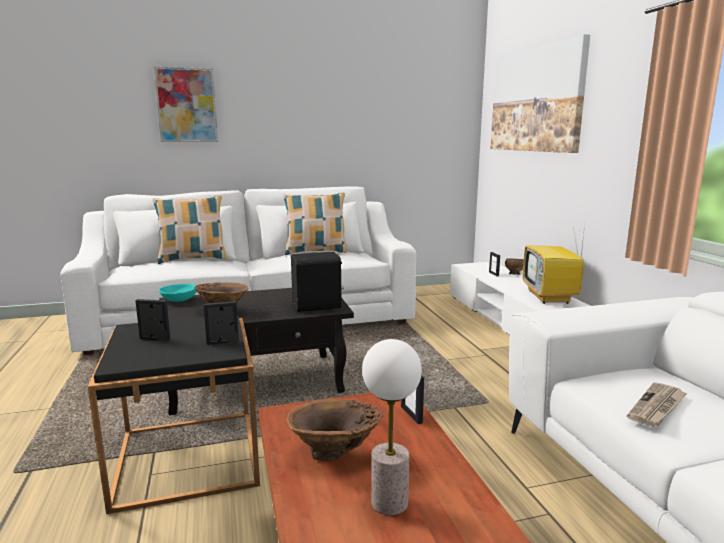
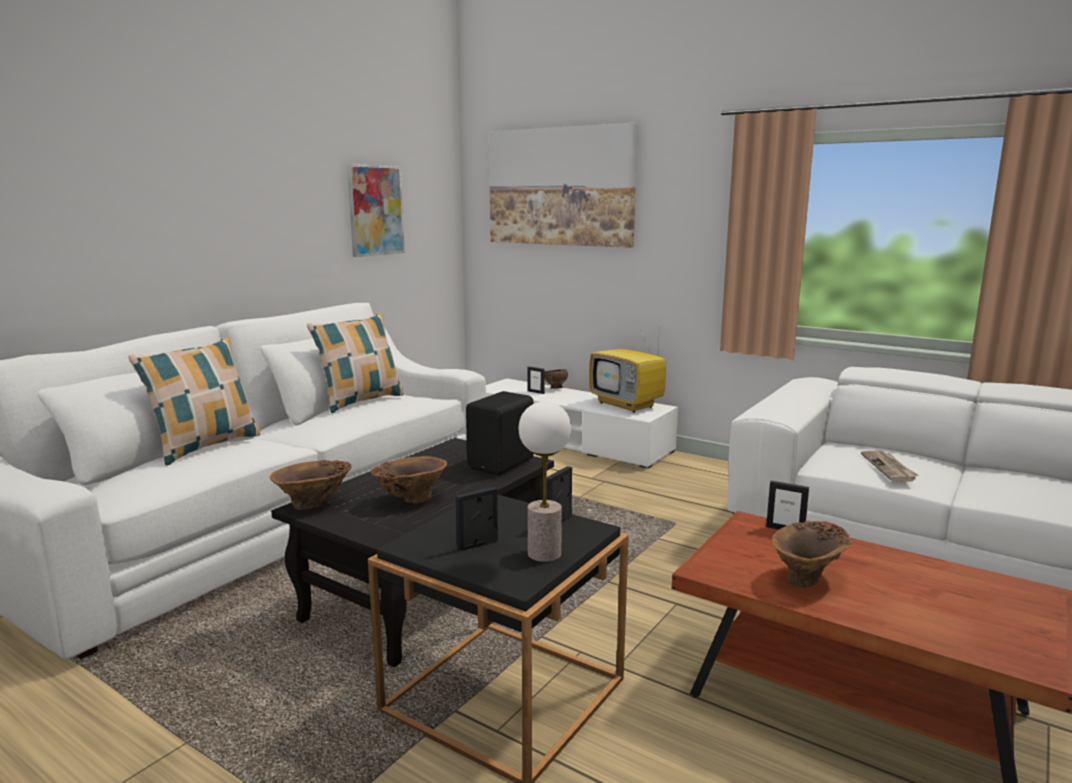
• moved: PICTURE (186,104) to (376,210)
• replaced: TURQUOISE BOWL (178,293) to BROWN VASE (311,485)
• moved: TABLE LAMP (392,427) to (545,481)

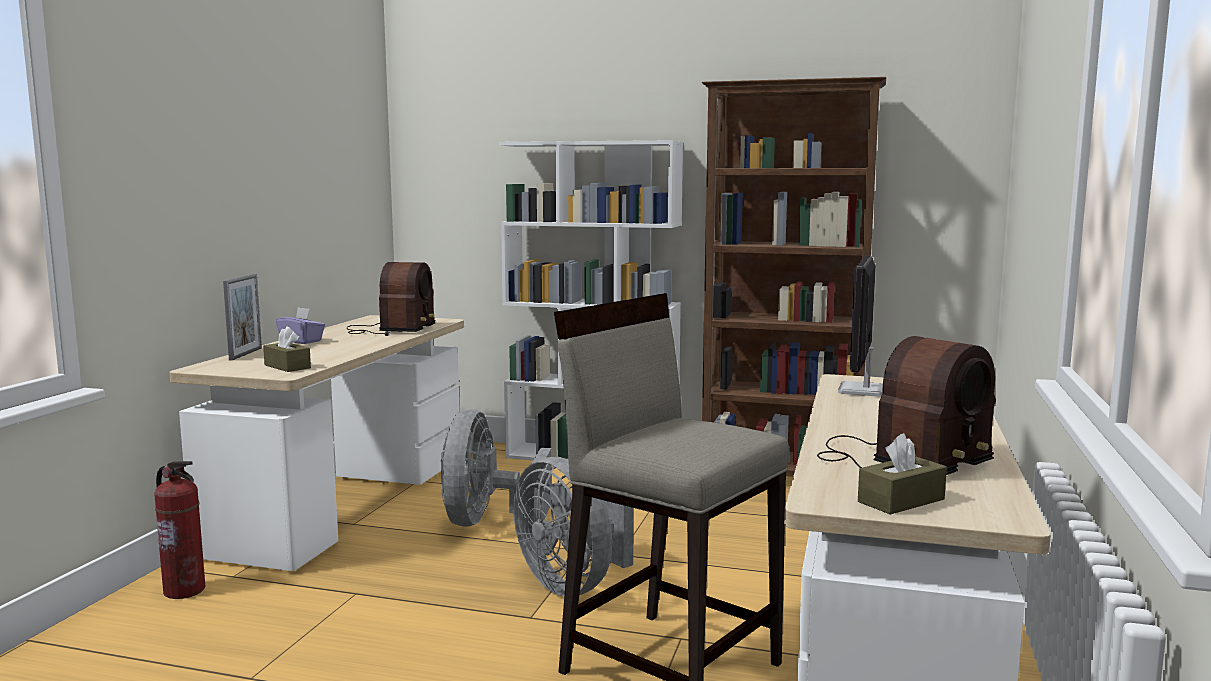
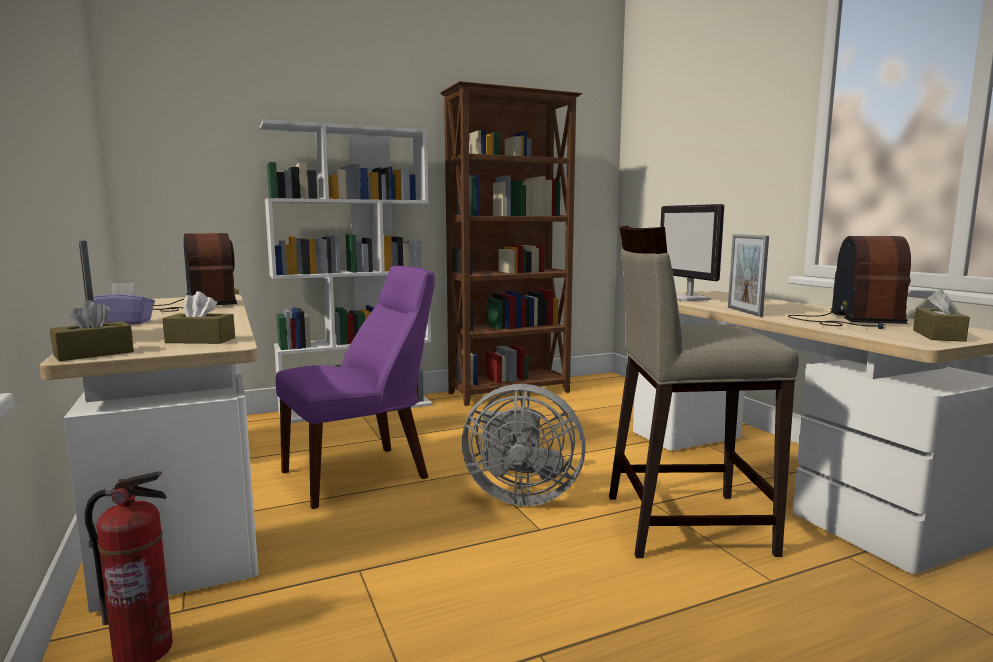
• replaced: GREY FAN (496,468) to PURPLE CHAIR (355,387)
• added: PICTURE FRAME (748,275)
• added: BROWN TISSUE BOX (92,330)

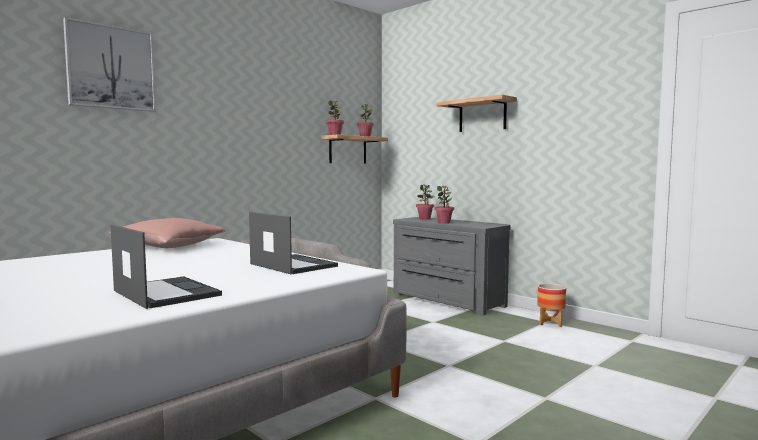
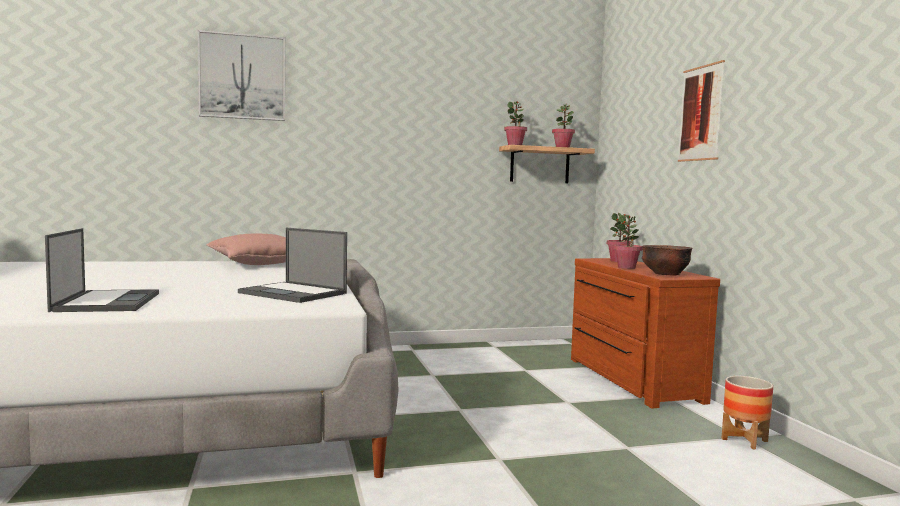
• replaced: SHELF (476,113) to PICTURE (701,111)
• turned: LAPTOP (293,243) = (292,265) 135 degrees clockwise
• recoloured: GREY DRESSER (452,266) to BROWN DRESSER (645,333)
• added: BROWN BOWL (667,260)

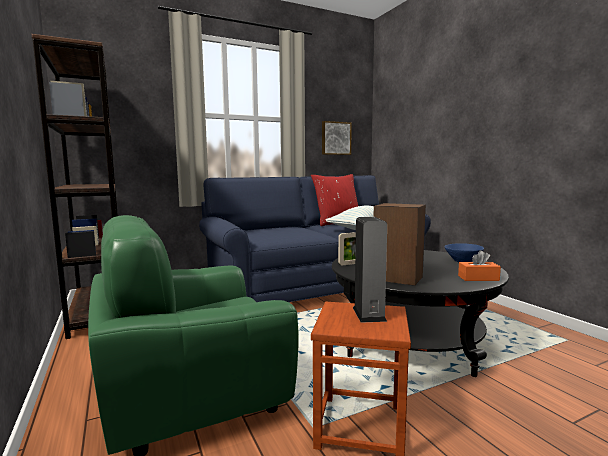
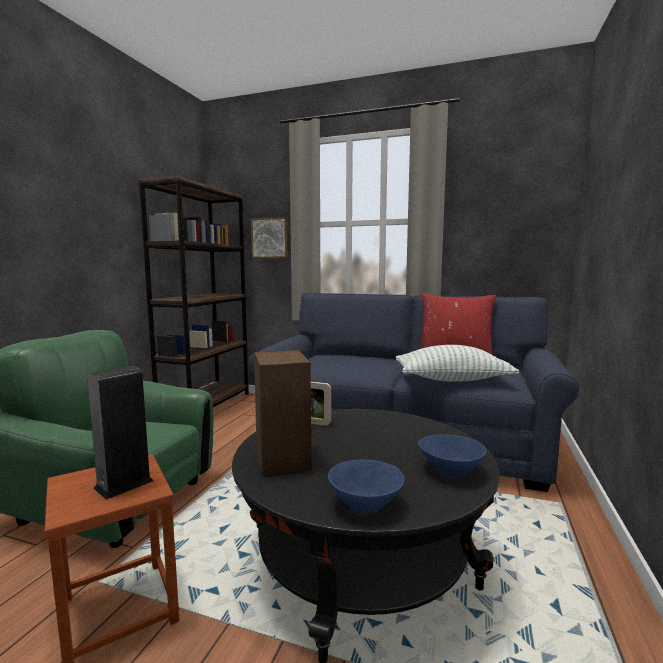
• moved: PICTURE (337,138) to (270,237)
• replaced: ORANGE TISSUE BOX (479,265) to BLUE BOWL (366,486)

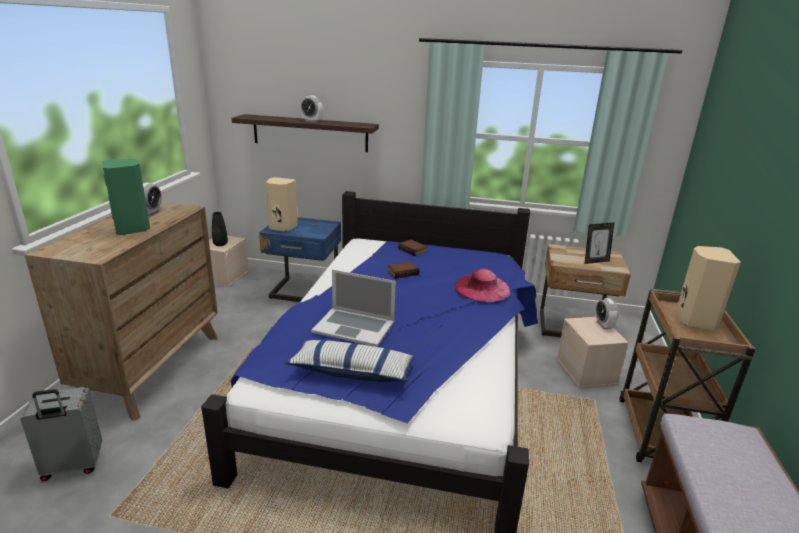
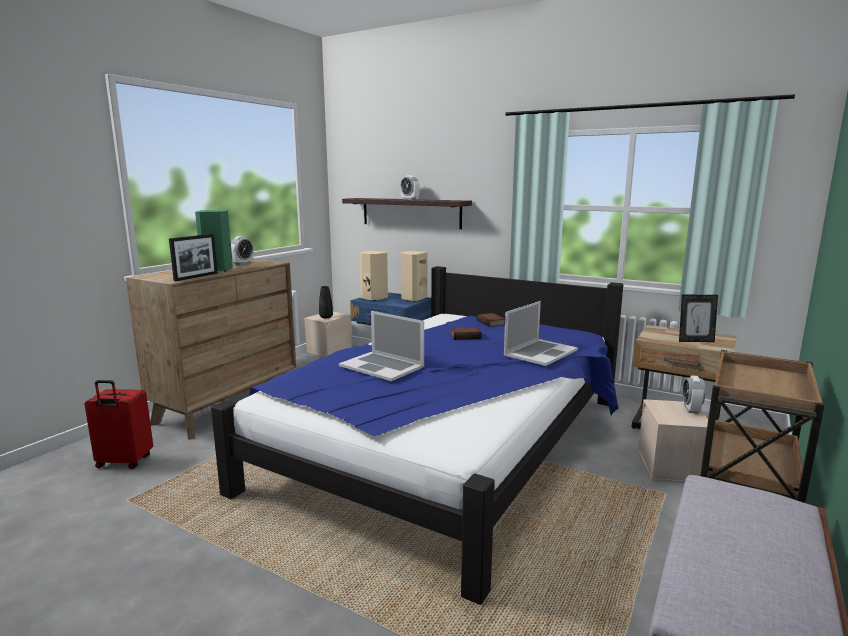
• moved: BEIGE SPEAKER (708,288) to (414,276)
• replaced: PINK HAT (482,285) to LAPTOP (541,333)
• removed: PILLOW (350,361)
• recoloured: GREY SUITCASE (62,434) to RED SUITCASE (118,424)
• added: PICTURE FRAME (193,257)

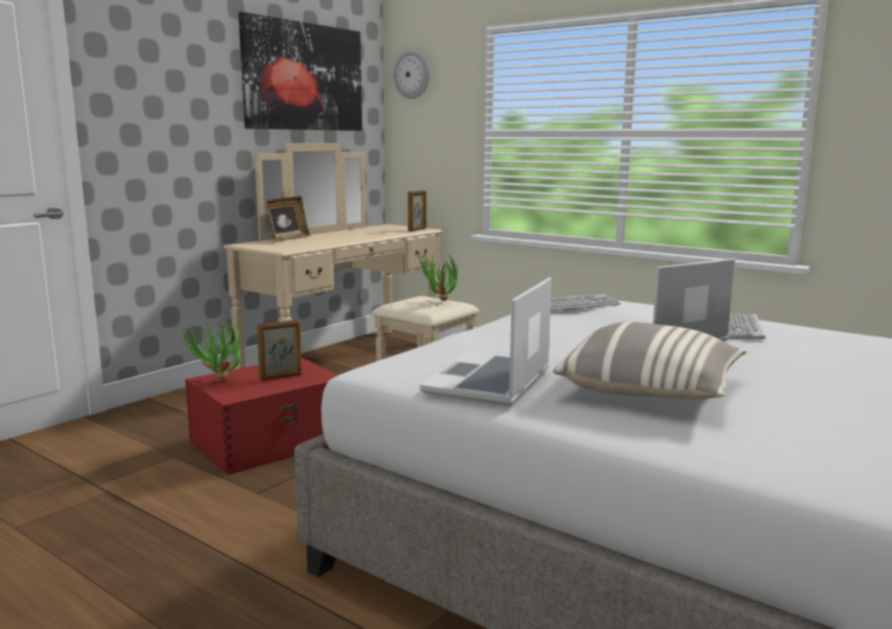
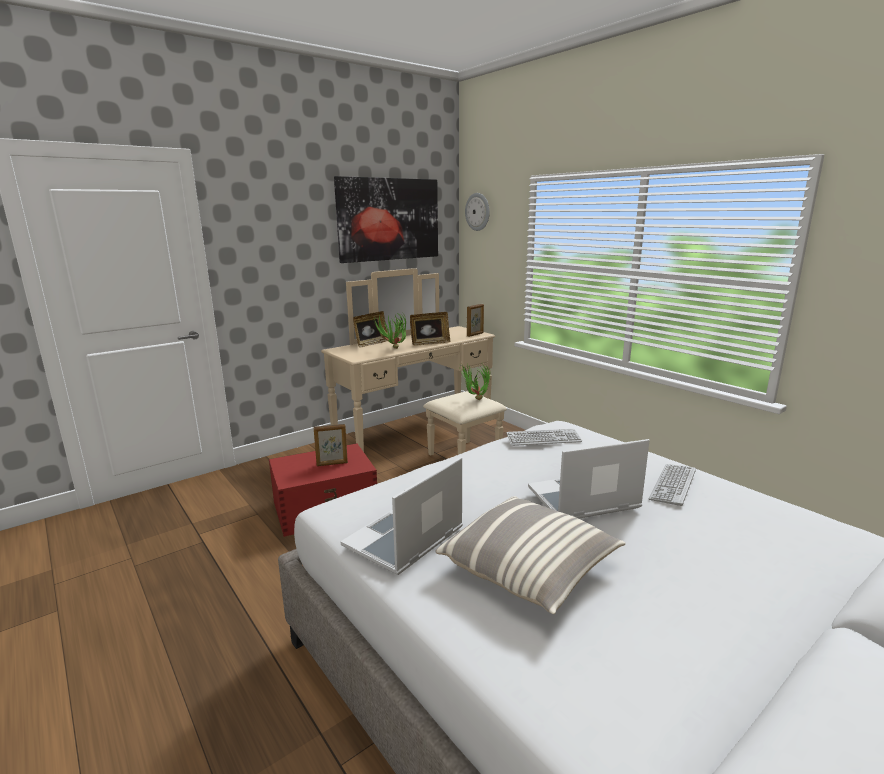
• moved: POTTED PLANT (211,349) to (390,330)
• added: PICTURE FRAME (430,329)

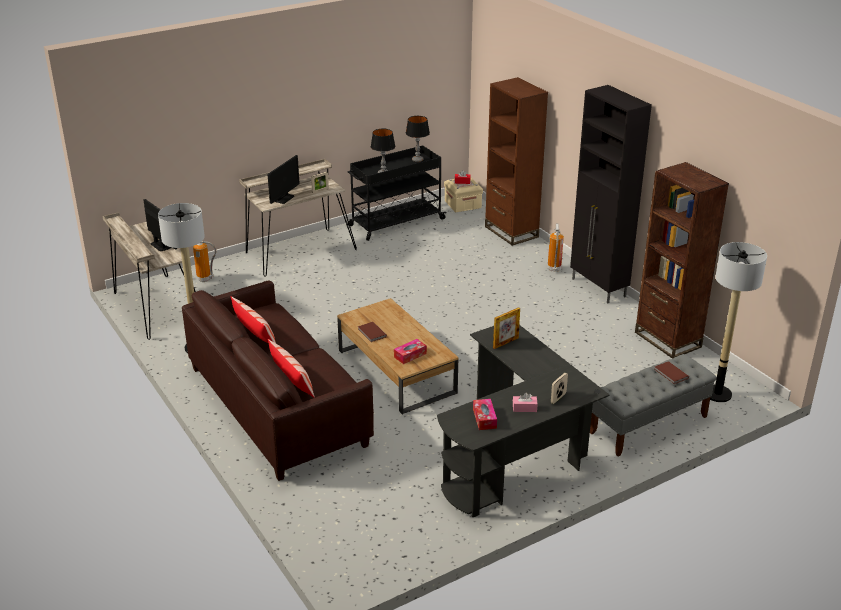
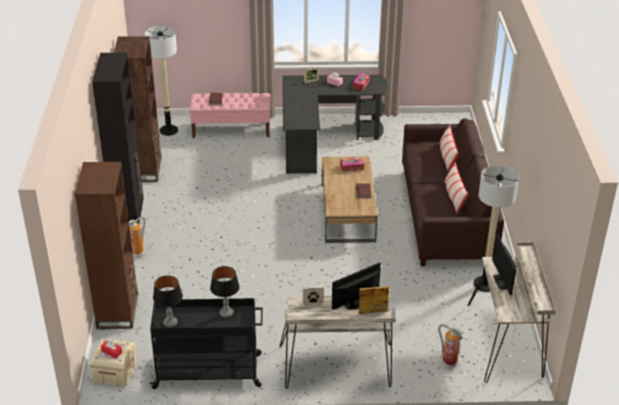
• moved: PICTURE FRAME (506,328) to (374,300)
• recoloured: GREY BENCH (653,405) to PINK BENCH (229,115)

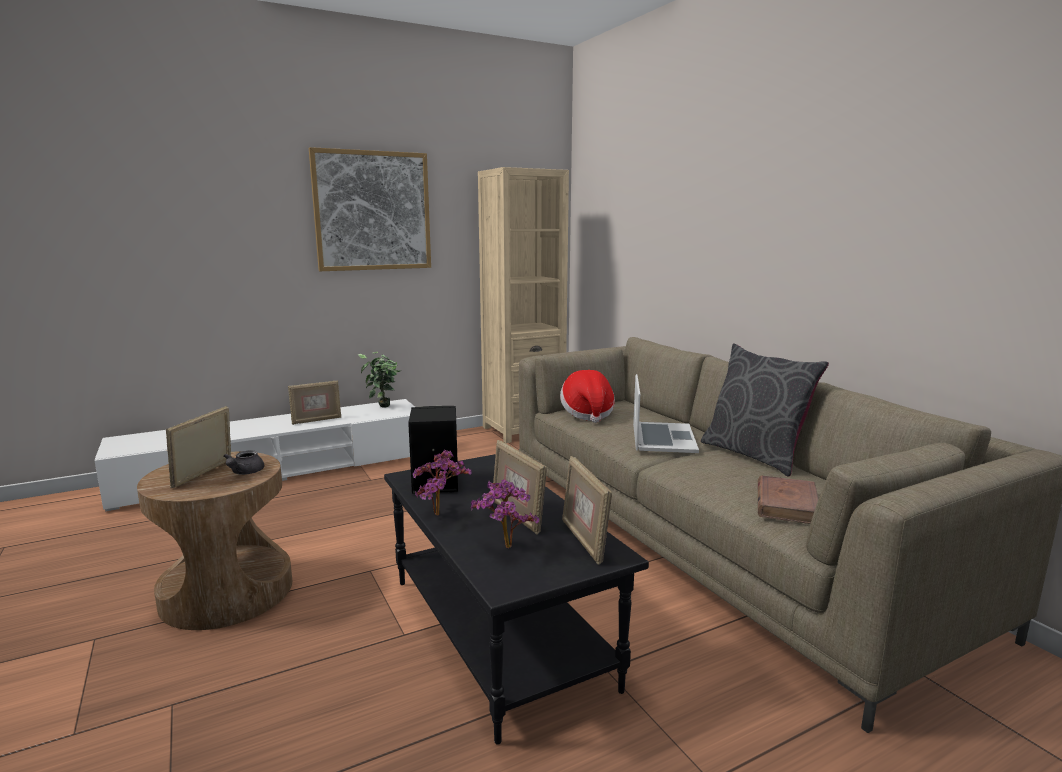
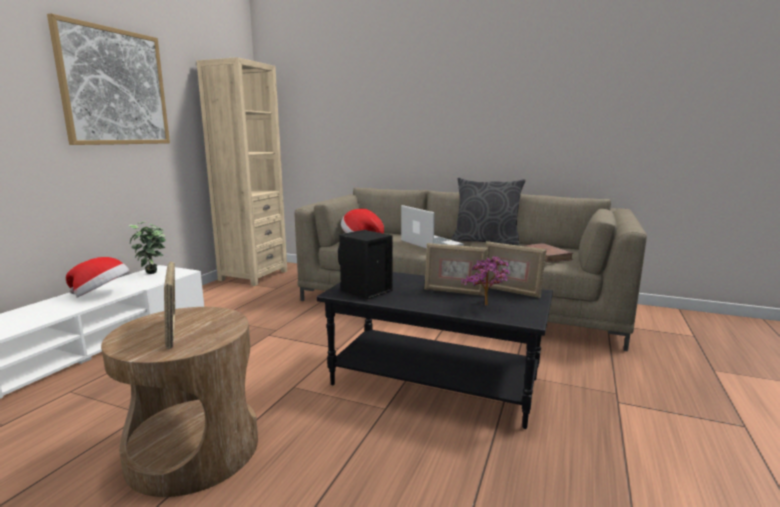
• replaced: PICTURE FRAME (314,402) to HAT (98,277)
• removed: GREY TEAPOT (243,462)
• removed: POTTED PLANT (442,483)

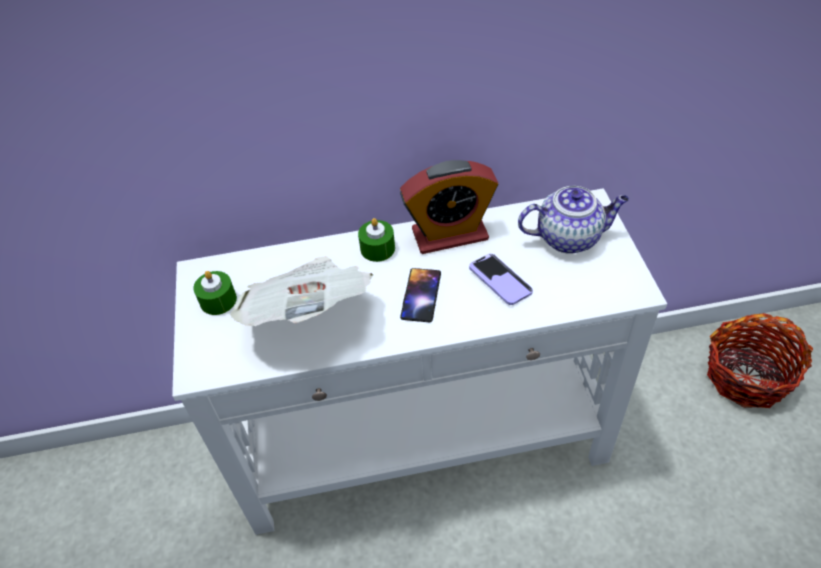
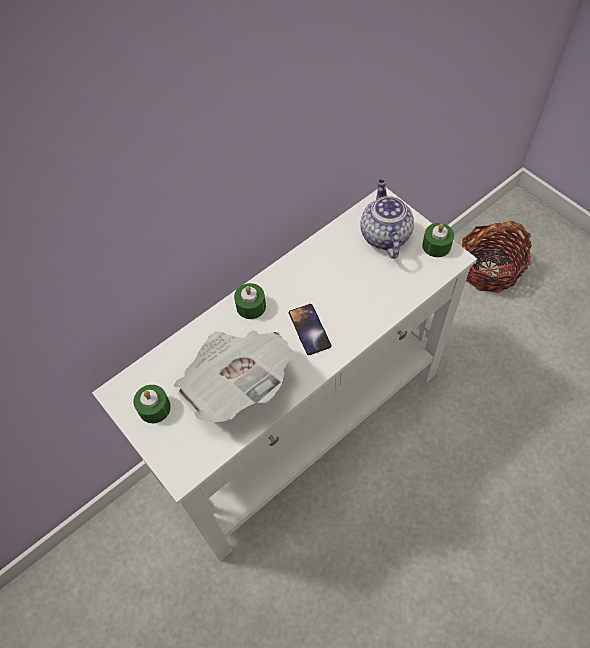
• removed: ALARM CLOCK (449,207)
• turned: TEAPOT (573,220) = (387,219) 60 degrees counterclockwise
• removed: PHONE (501,279)
• added: GREEN CANDLE (438,240)

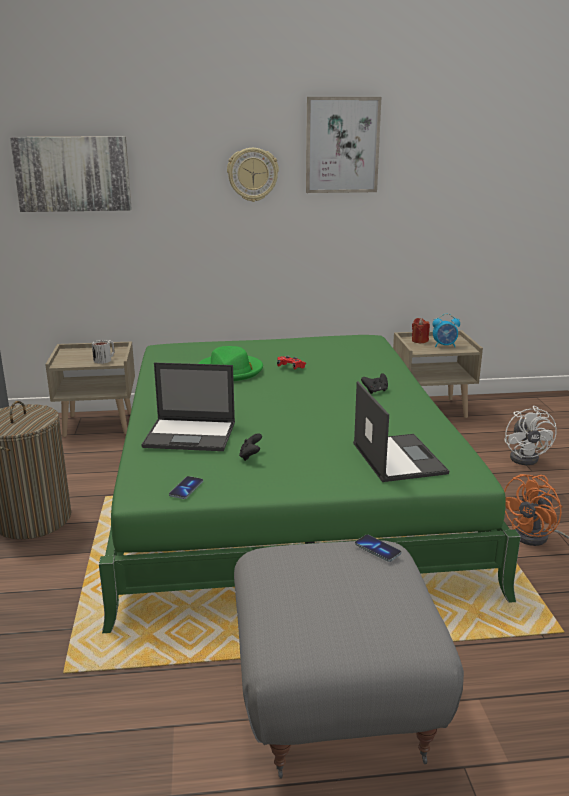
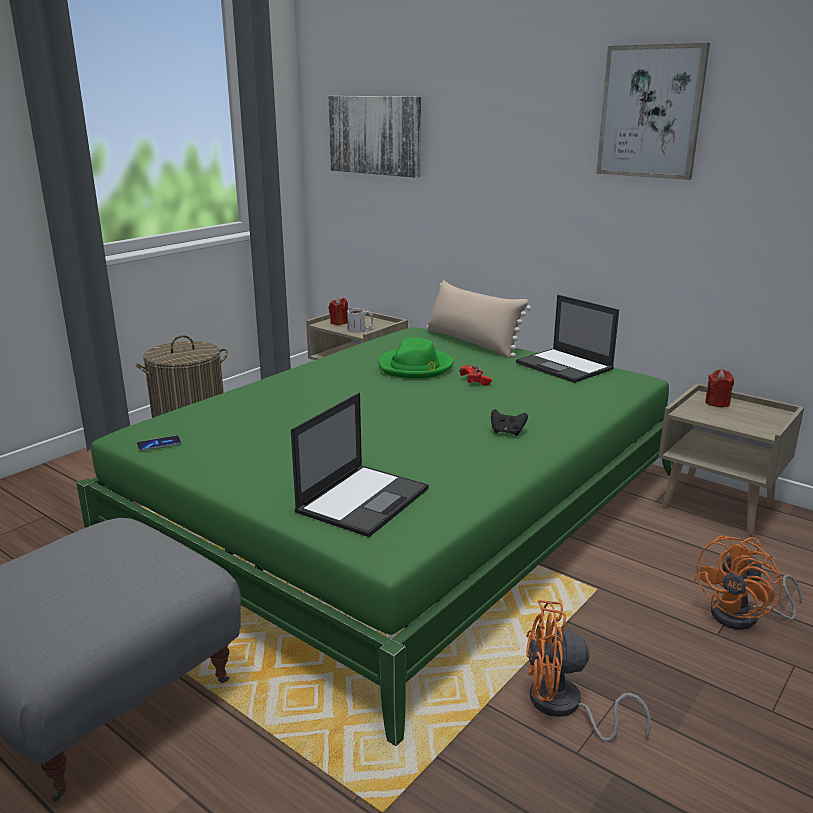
• removed: WALL CLOCK (253,175)
• removed: ALARM CLOCK (446,330)
• moved: LAPTOP (188,406) to (567,339)
• recoloured: WHITE FAN (530,435) to ORANGE FAN (747,583)
• removed: BLACK GAME CONTROLLER (250,447)
• removed: PHONE (378,548)
• added: BEIGE PILLOW (479,319)
• added: RED CANDLE (338,311)

